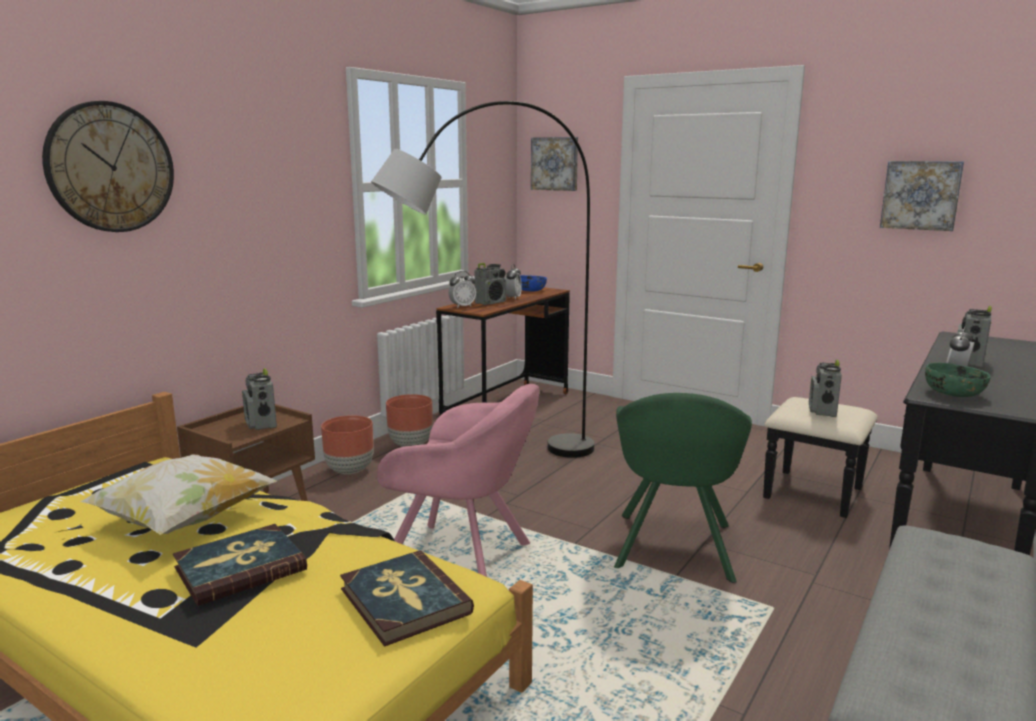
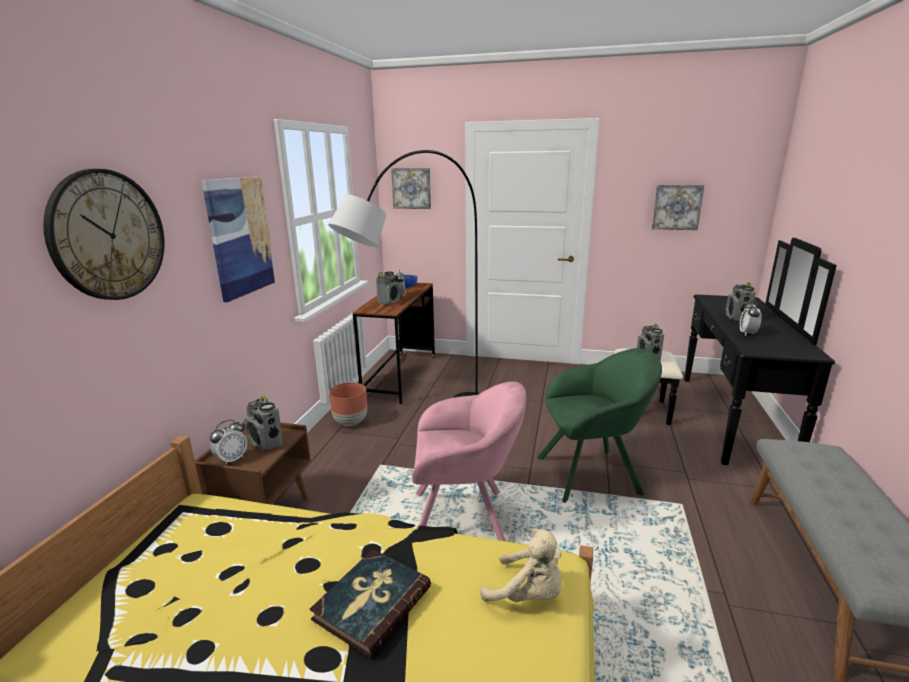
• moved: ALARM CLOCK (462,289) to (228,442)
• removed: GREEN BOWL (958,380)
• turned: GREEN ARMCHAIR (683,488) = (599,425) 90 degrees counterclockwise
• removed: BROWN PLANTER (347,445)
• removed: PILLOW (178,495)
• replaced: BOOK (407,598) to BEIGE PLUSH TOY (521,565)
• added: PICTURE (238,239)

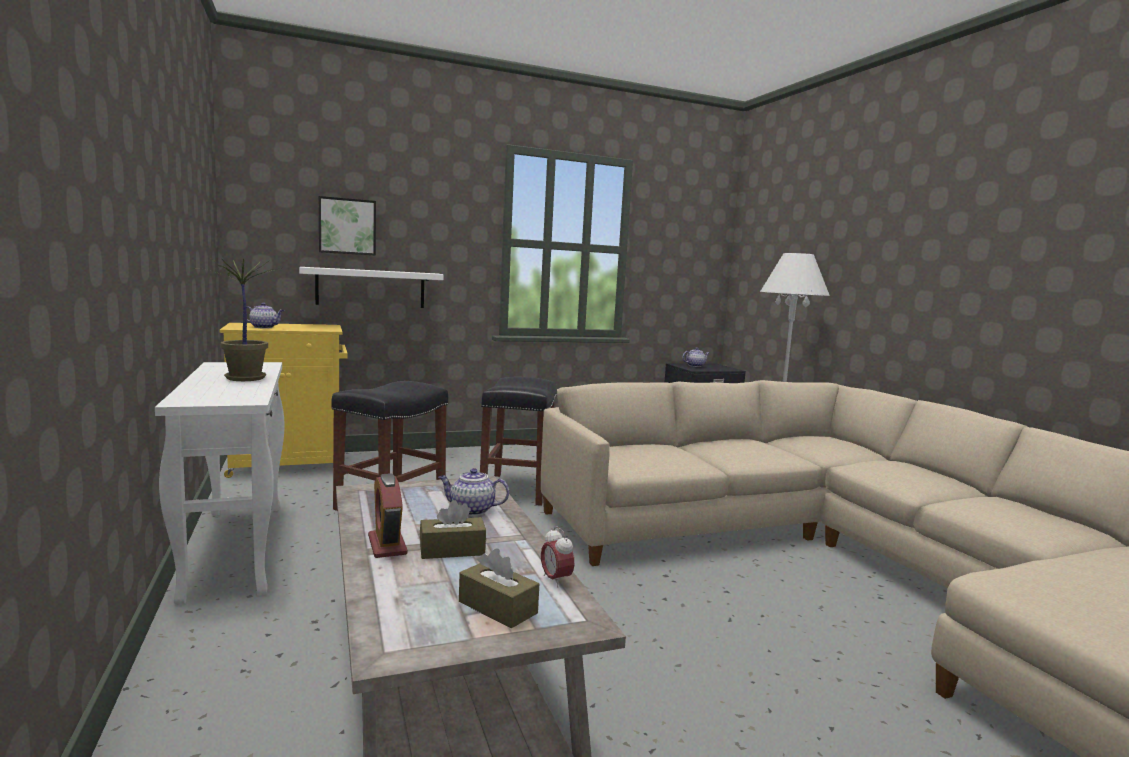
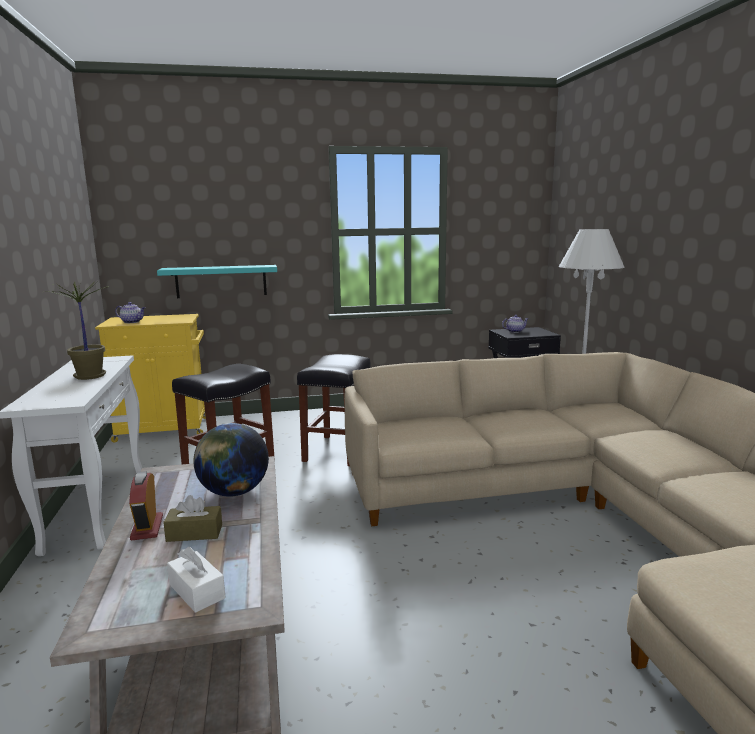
• removed: PICTURE (347,226)
• recoloured: WHITE SHELF (371,287) to TURQUOISE SHELF (217,281)
• replaced: TEAPOT (473,492) to GLOBE (231,460)
• removed: ALARM CLOCK (557,557)
• recoloured: BROWN TISSUE BOX (499,588) to WHITE TISSUE BOX (196,580)

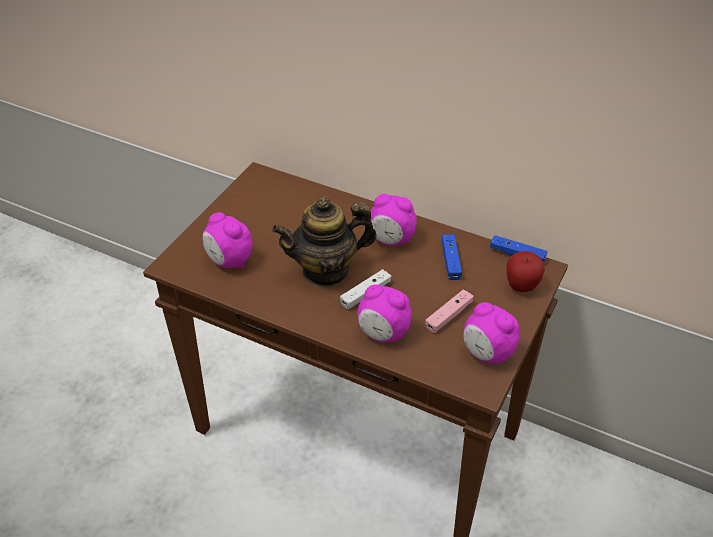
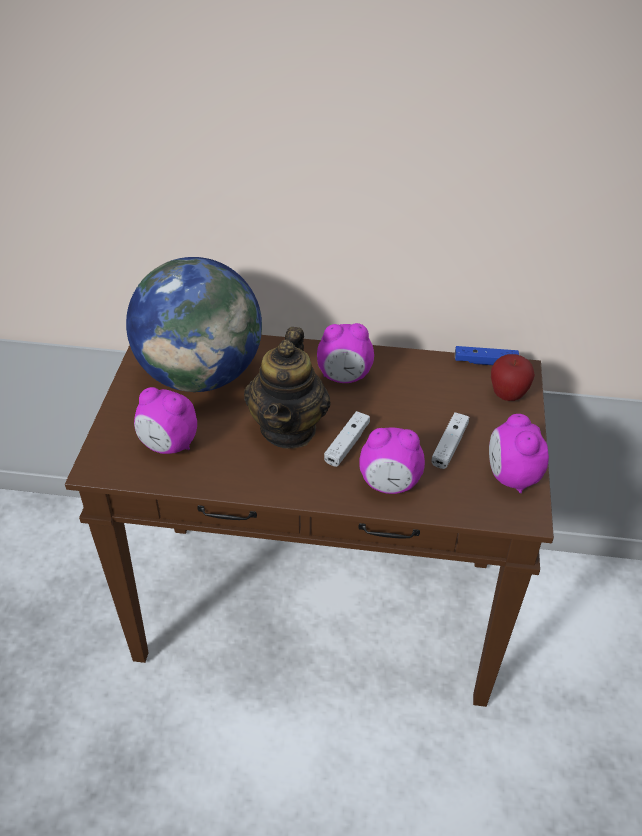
• turned: TEAPOT (324,242) = (287,388) 45 degrees counterclockwise
• removed: BLUE GAME CONTROLLER (451,257)
• recoloured: PINK GAME CONTROLLER (449,311) to WHITE GAME CONTROLLER (450,440)
• turned: ALARM CLOCK (491,333) = (519,453) 60 degrees clockwise
• added: GLOBE (194,324)

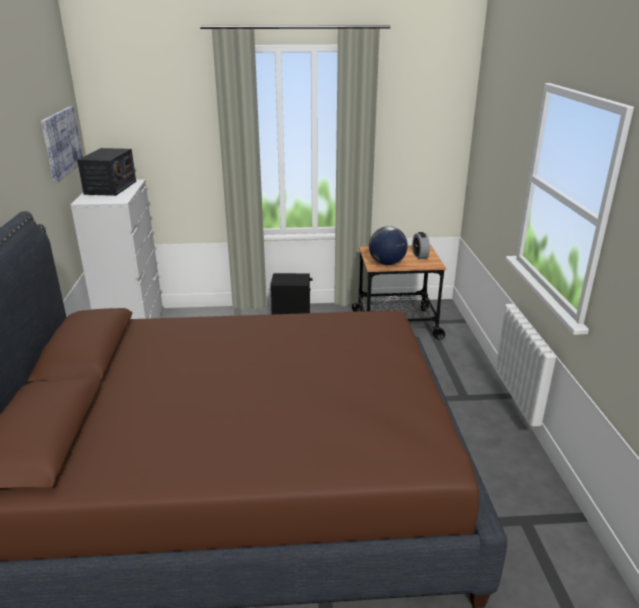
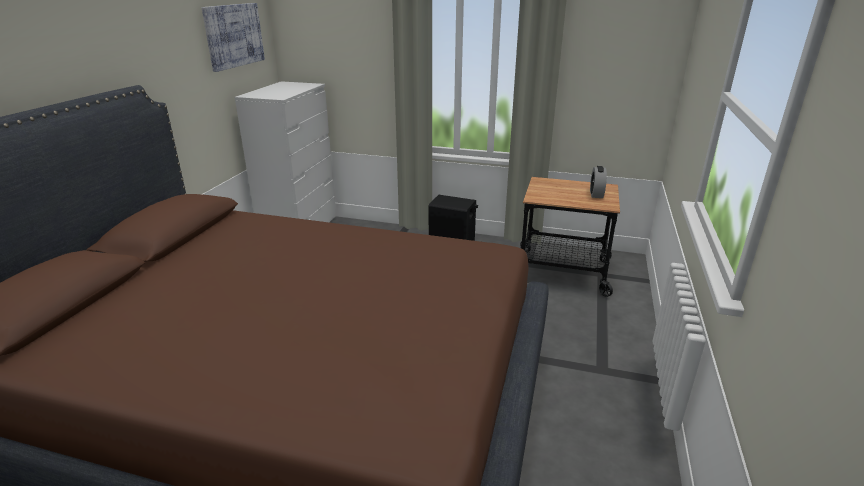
• removed: RADIO (106,172)
• removed: GLOBE (388,245)

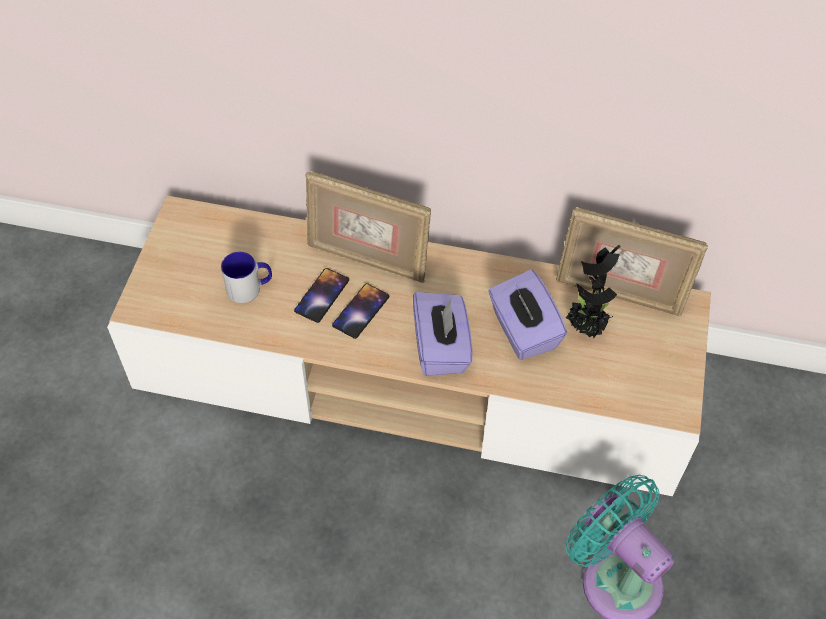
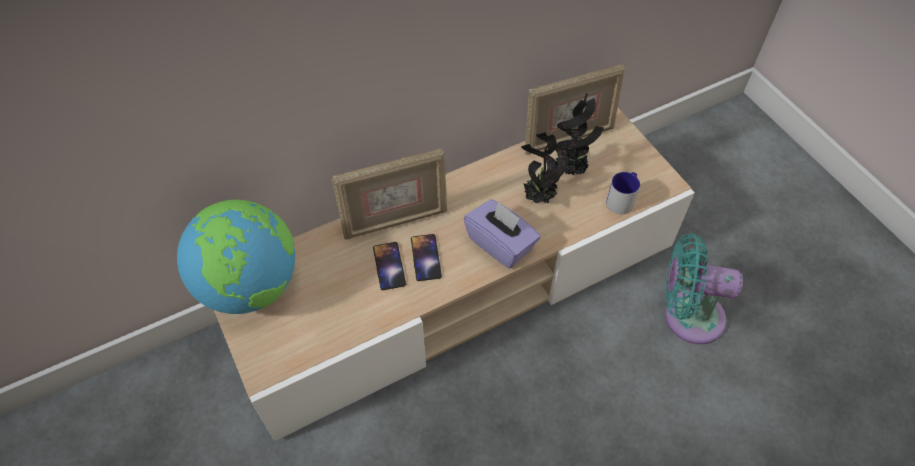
• moved: MUG (246,277) to (623,193)
• replaced: PURPLE TISSUE BOX (527,314) to POTTED PLANT (544,167)
• added: GLOBE (236,257)

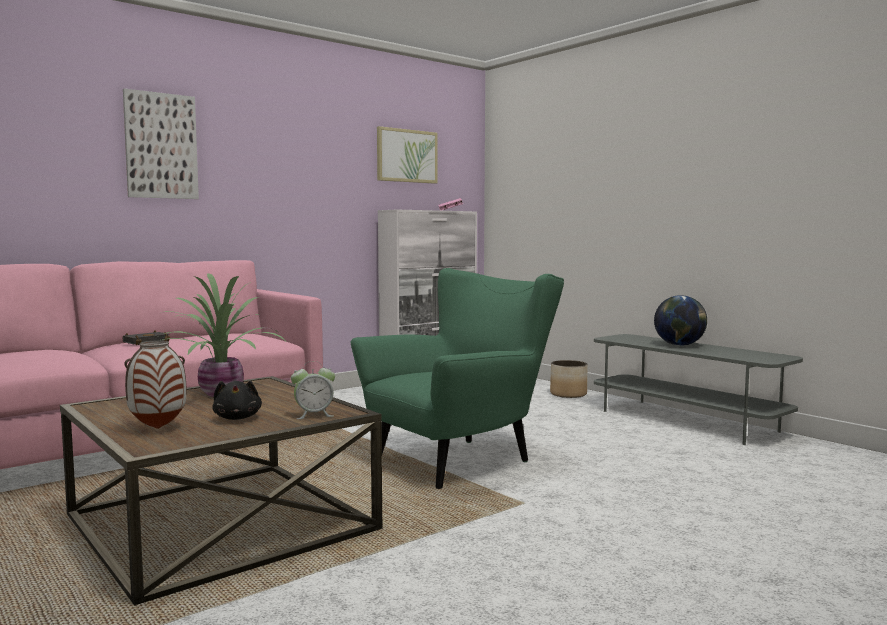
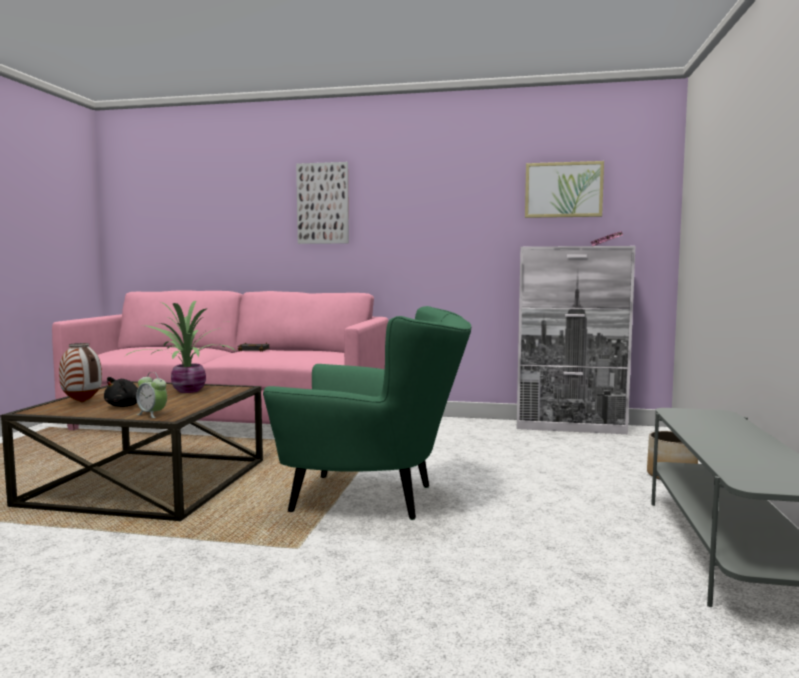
• removed: GLOBE (680,320)

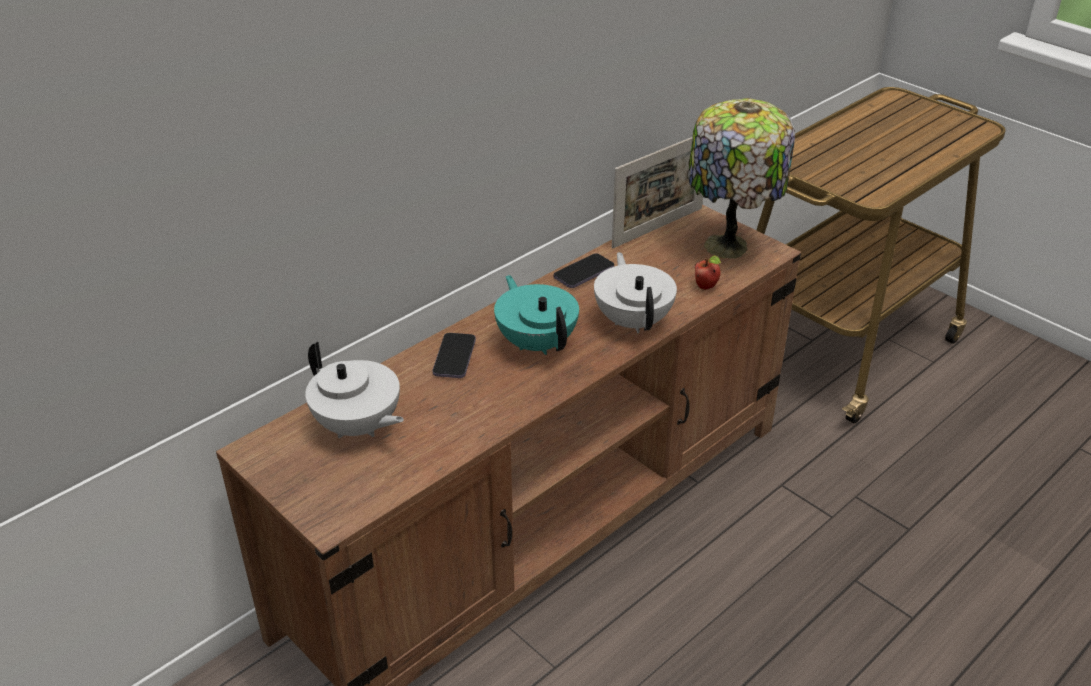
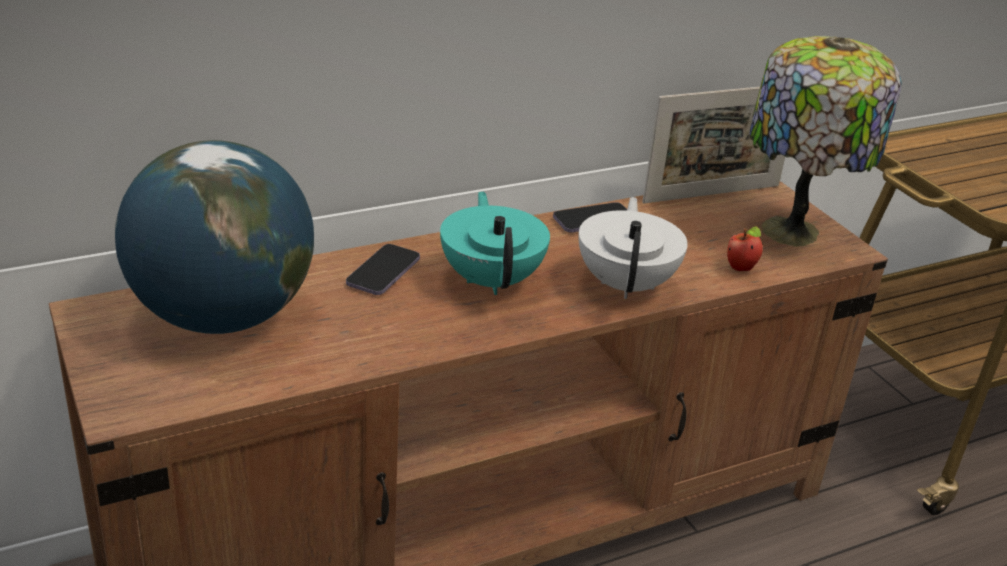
• replaced: WHITE TEAPOT (354,390) to GLOBE (214,237)

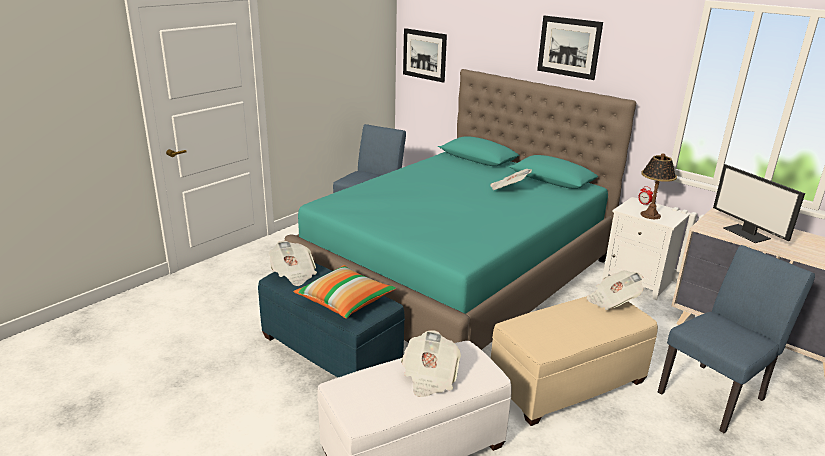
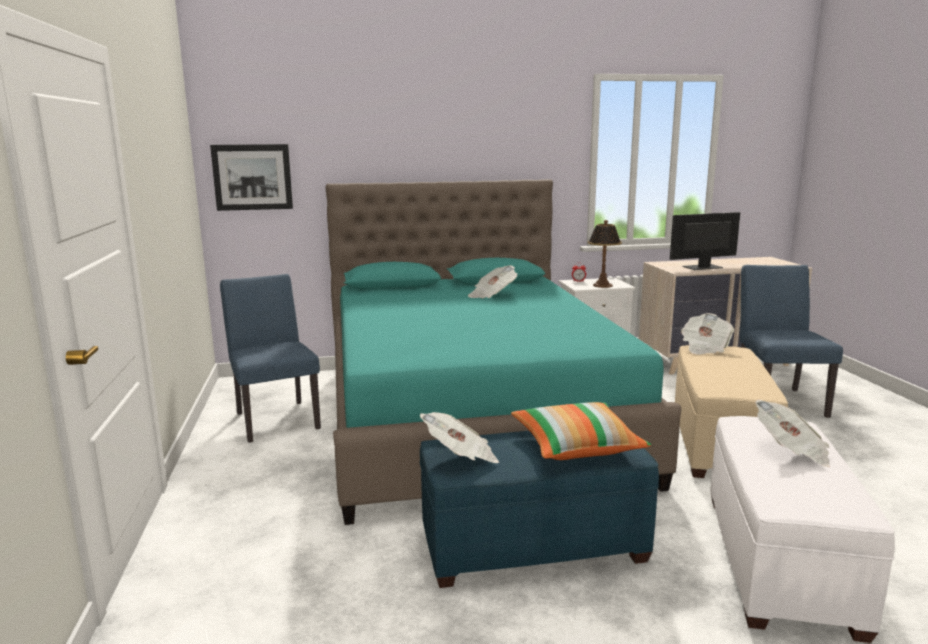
• removed: PICTURE (570,48)
• turned: MONITOR (759,203) = (705,241) 150 degrees clockwise

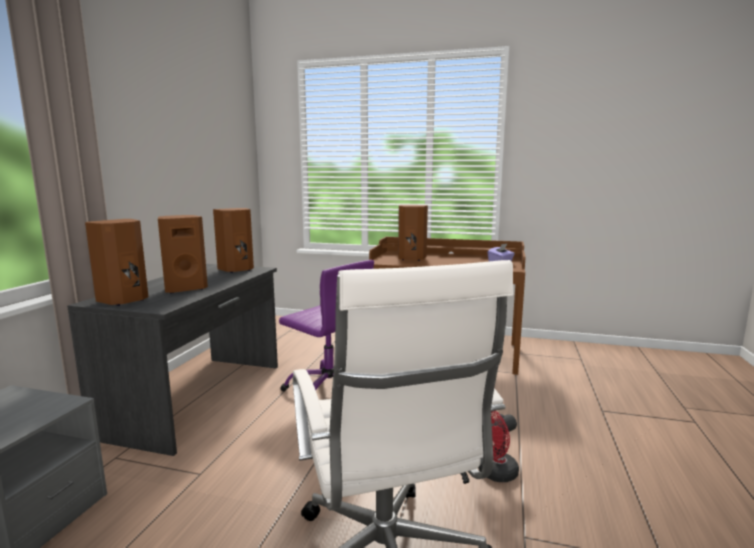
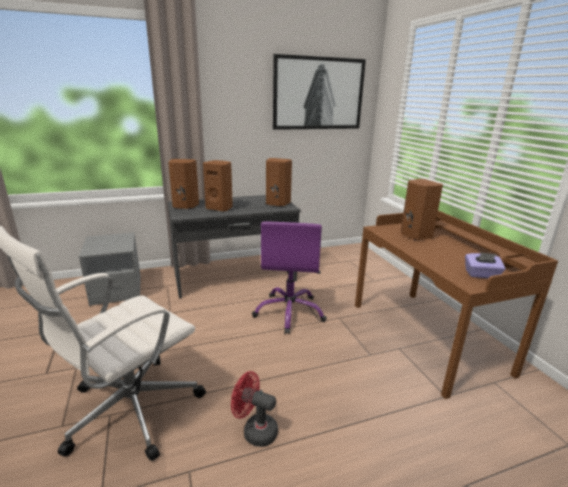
• added: PICTURE (319,92)

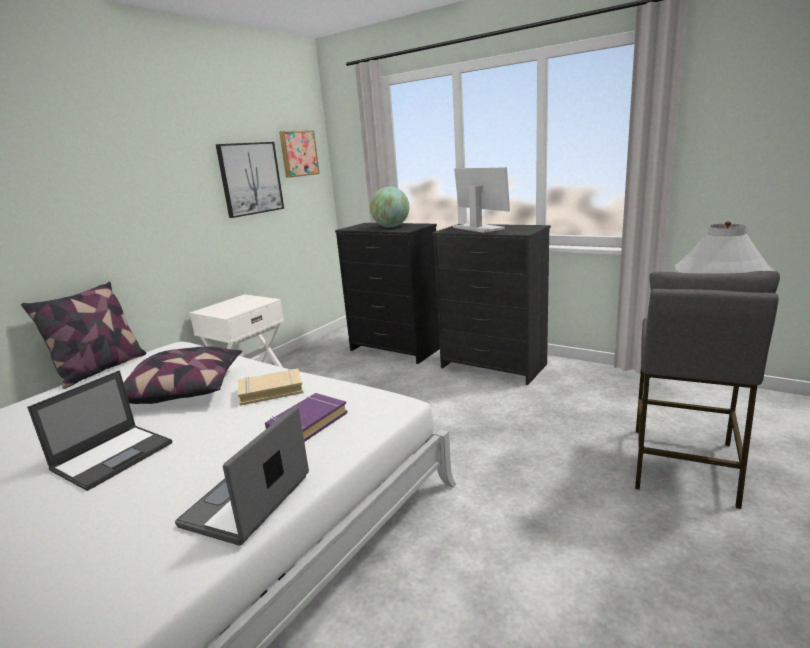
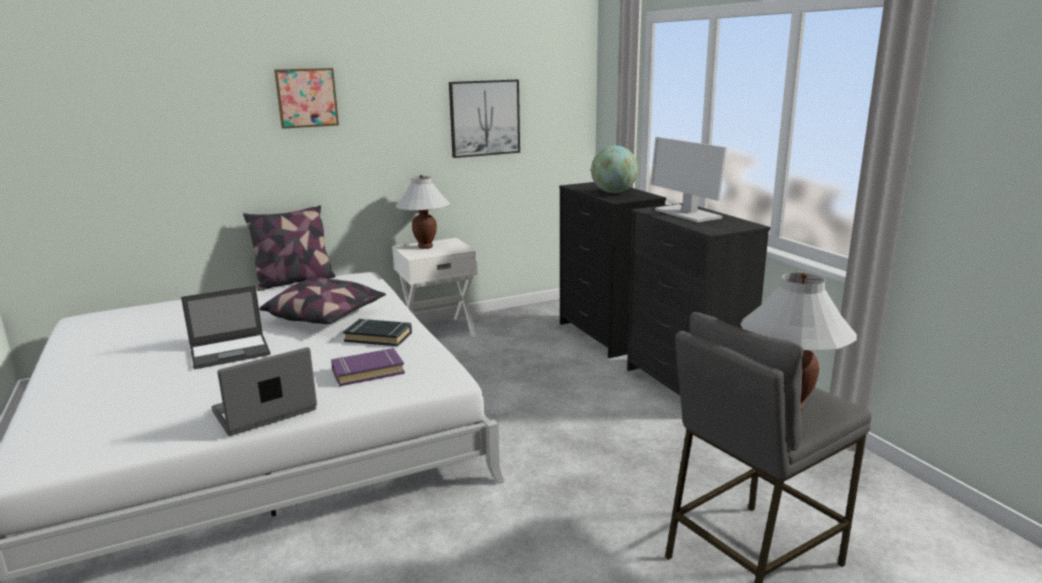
• moved: PICTURE (299,154) to (306,98)
• turned: MONITOR (481,200) = (688,180) 150 degrees clockwise
• recoloured: BEIGE BOOK (271,387) to BLACK BOOK (377,332)
• added: WHITE TABLE LAMP (422,212)

